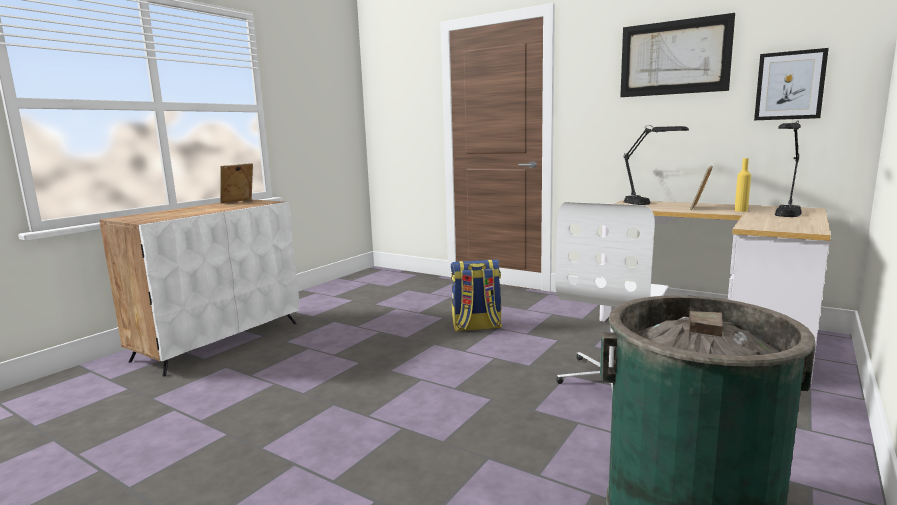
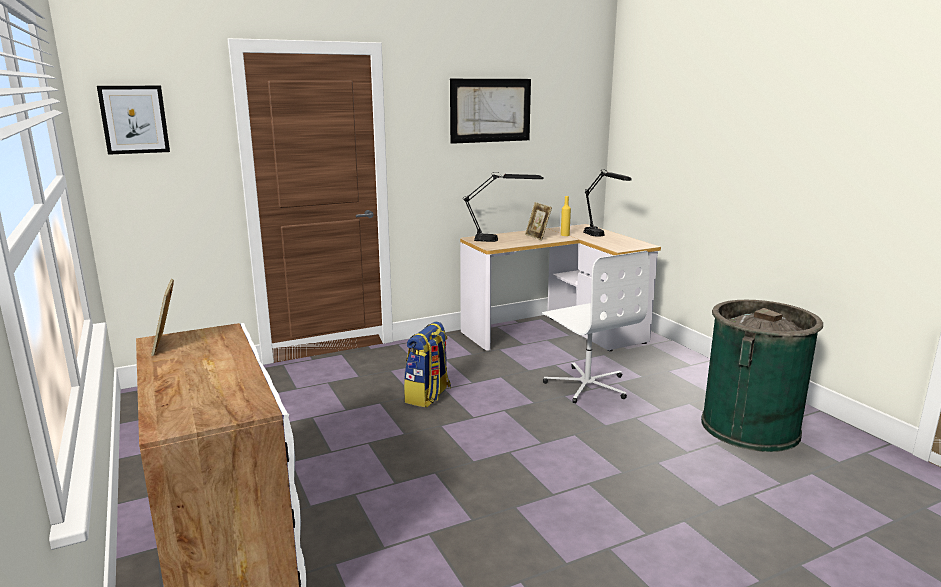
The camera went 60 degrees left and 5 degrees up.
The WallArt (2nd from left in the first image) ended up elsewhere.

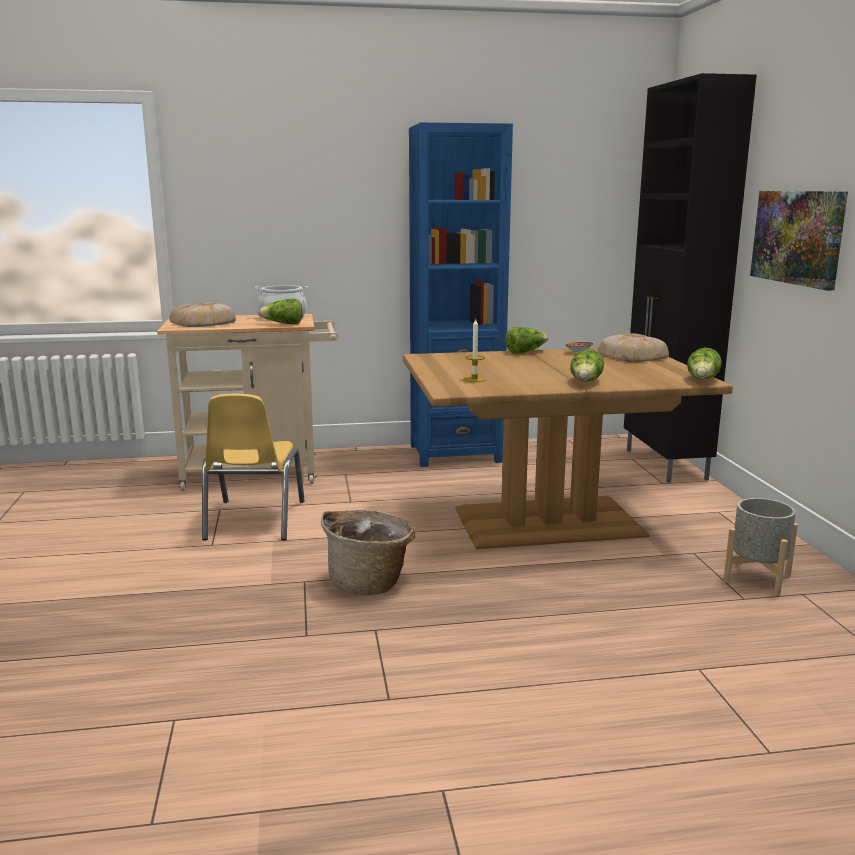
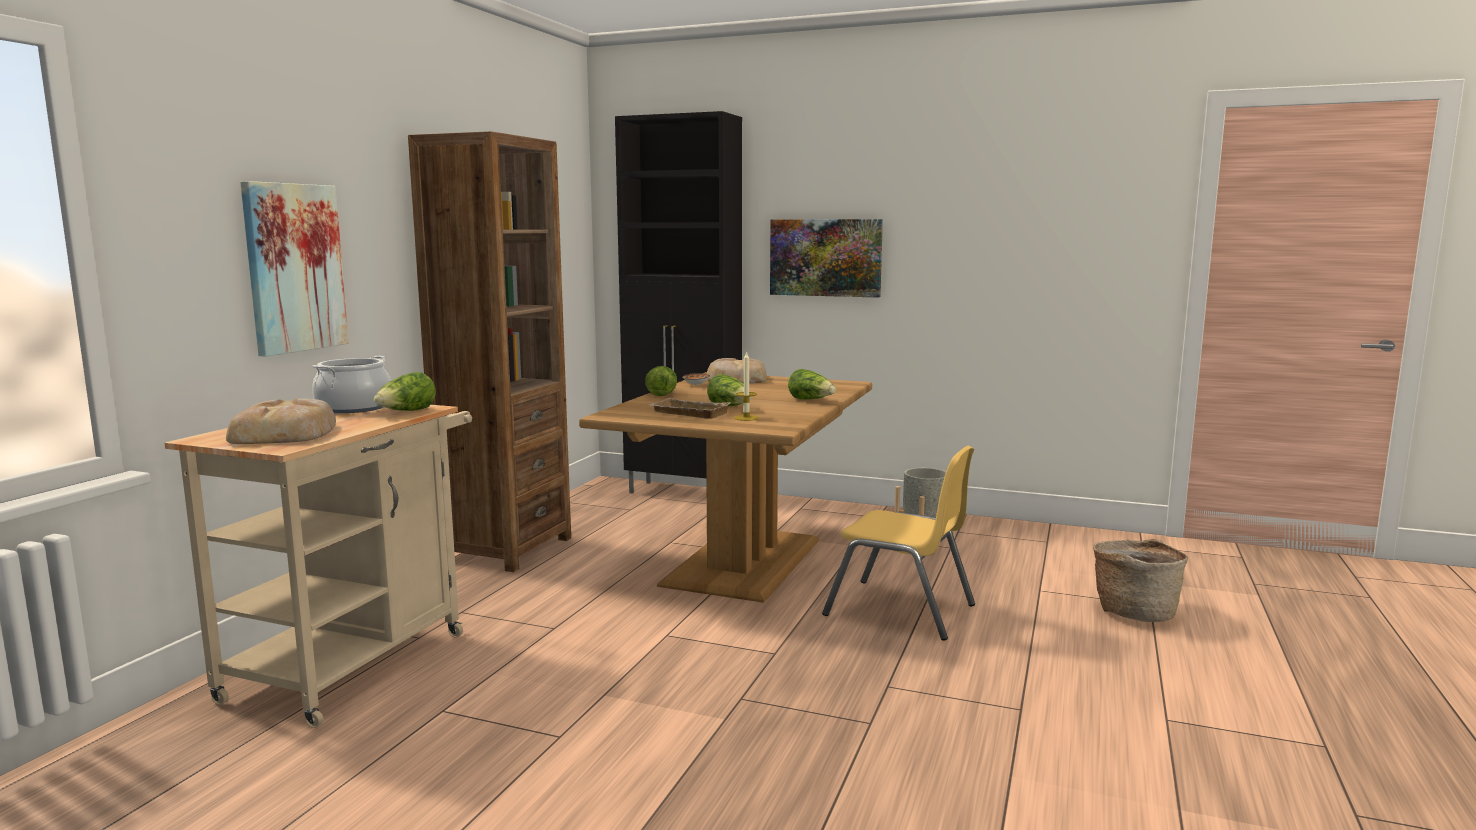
The camera went 60 degrees left and 5 degrees down.
The YellowColouredUprightChair ended up elsewhere.
The StorageBasket ended up elsewhere.
What was the BlueBookshelf turned into the BrownishBookshelf.
The Lettuce (4th from left in the first image) ended up elsewhere.
The second view gained the WallArt (1st from left).
The second view gained the BeigeColouredTray.

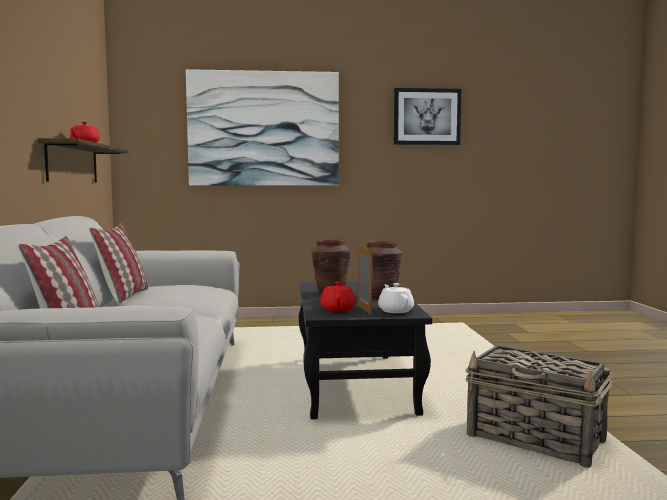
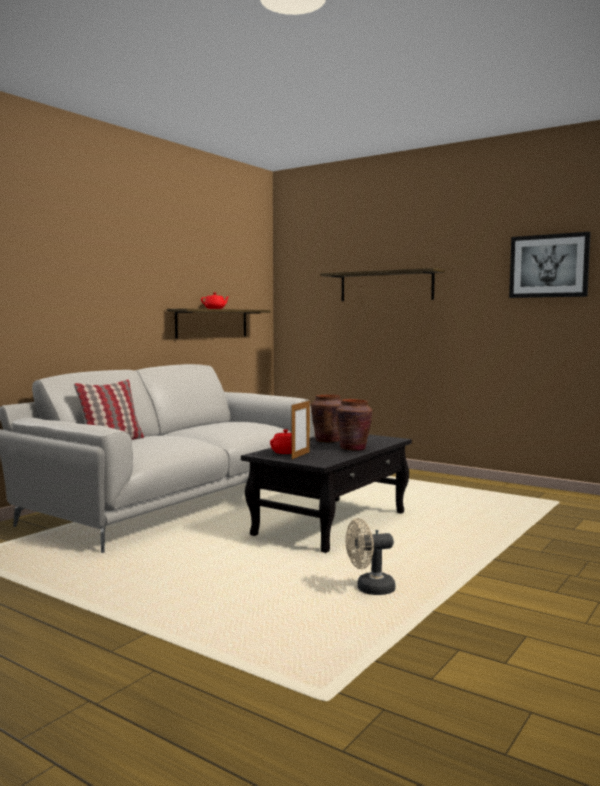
The camera went 40 degrees right and 0 degrees up.
The second view lost the Cushion (2nd from left).
Where the WallArt (1st from left) hung, the WallShelf (2nd from left) came to hang.
The second view lost the WhitishPotForTea.
Where the StorageBasket stood, the BeigeColouredFan came to stand.

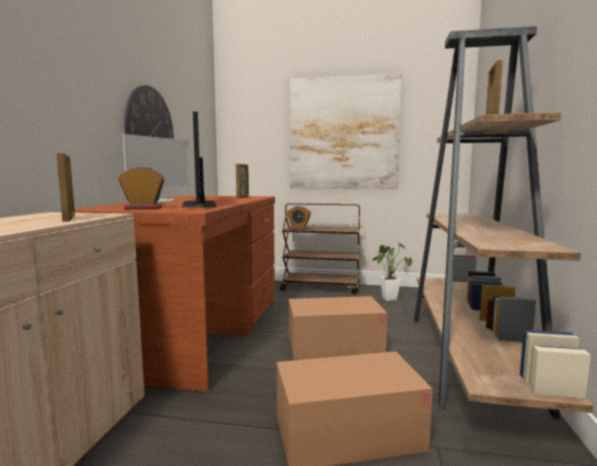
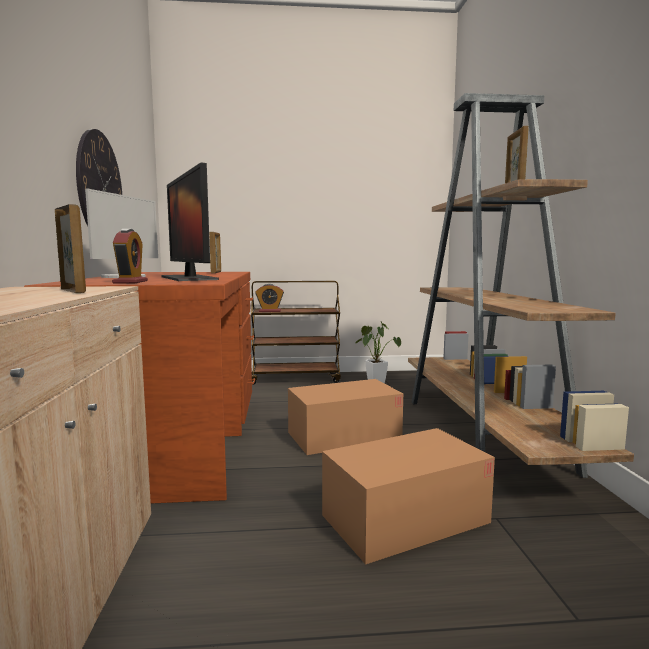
The camera went 15 degrees left and 0 degrees up.
The AlarmClock (1st from left) ended up facing another way, 105 degrees clockwise from before.
The second view lost the WallArt.

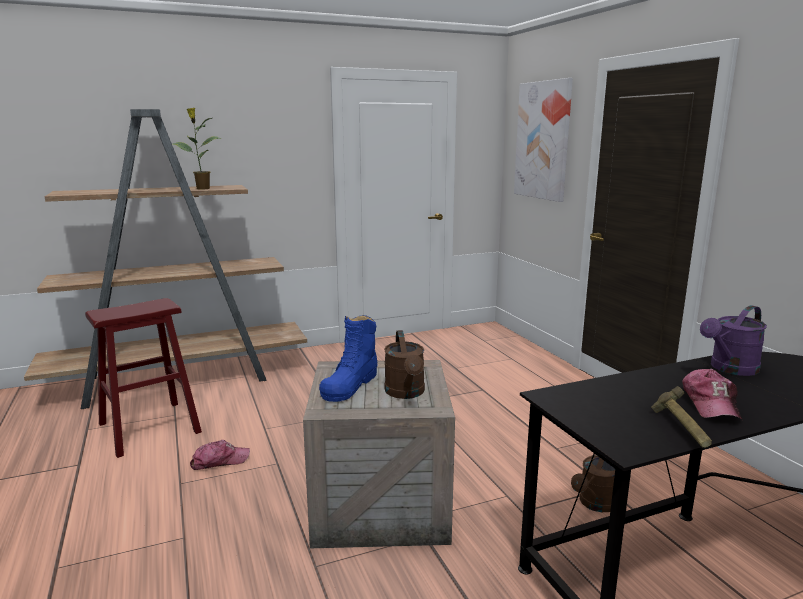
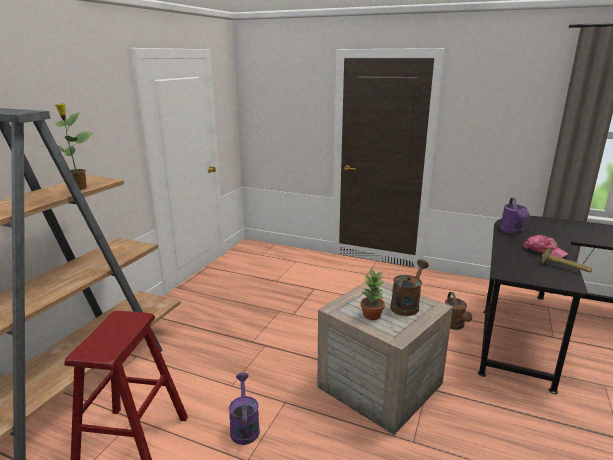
The camera went 45 degrees left and 5 degrees up.
Where the BaseballCap (1st from left) stood, the PurplishWateringCan (1st from left) came to stand.
Where the BlueBoot stood, the PottedPlant (2nd from left) came to stand.
The BrownishWateringCan (1st from left) ended up facing another way, 90 degrees counterclockwise from before.
The second view lost the WallArt.

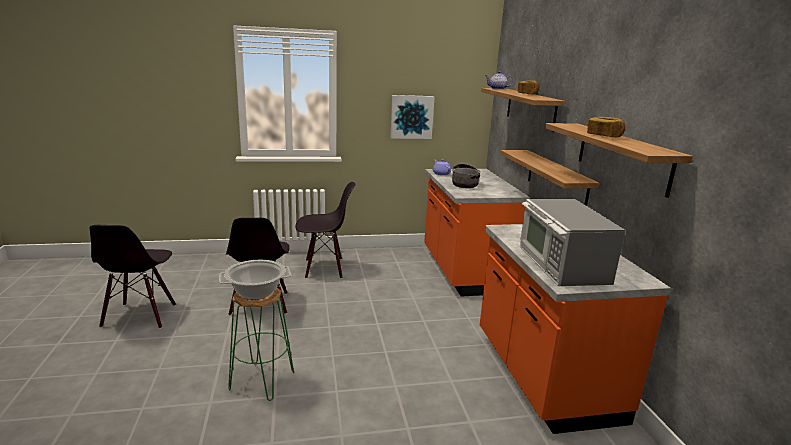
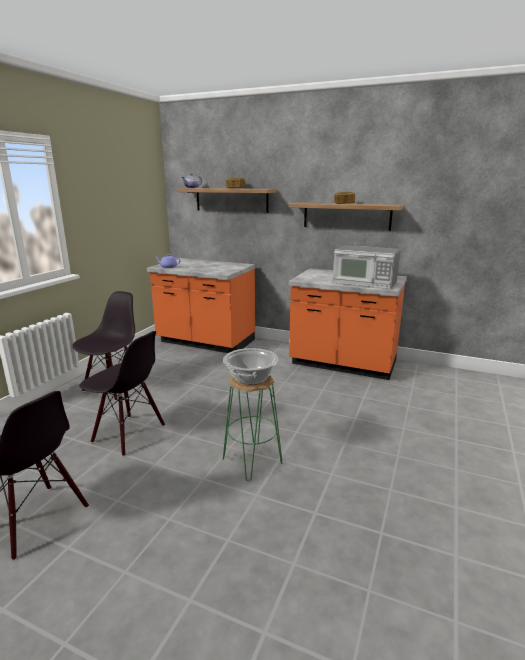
The camera went 55 degrees left and 0 degrees up.
The second view lost the WallArt.
The second view lost the Saucepot (2nd from left).
The second view lost the WallShelf (2nd from left).

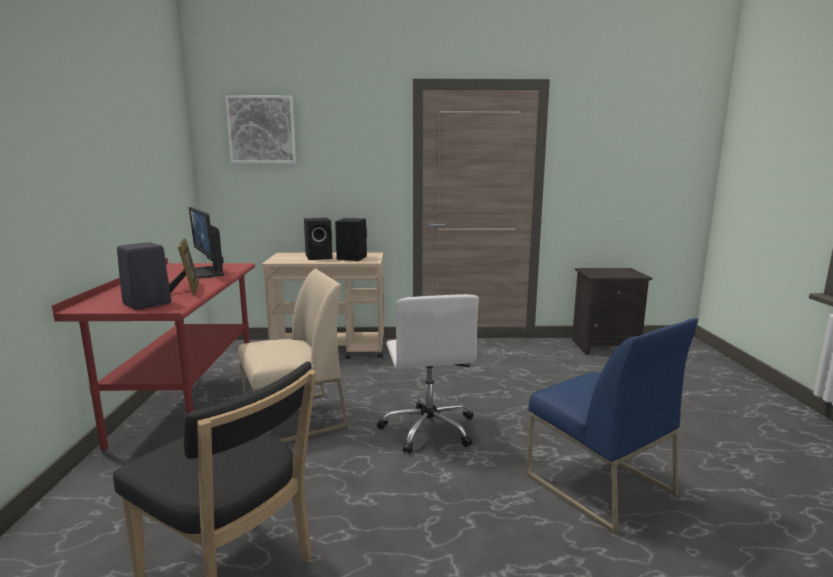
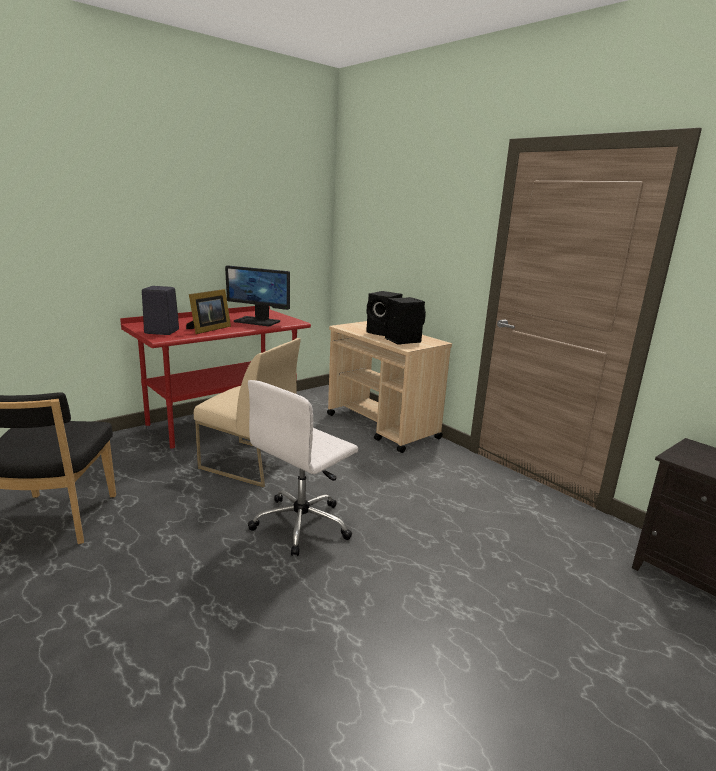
The camera went 50 degrees right and 5 degrees up.
The Monitor ended up facing another way, 90 degrees counterclockwise from before.
The second view lost the WallArt.
The second view lost the BlueUprightChair.

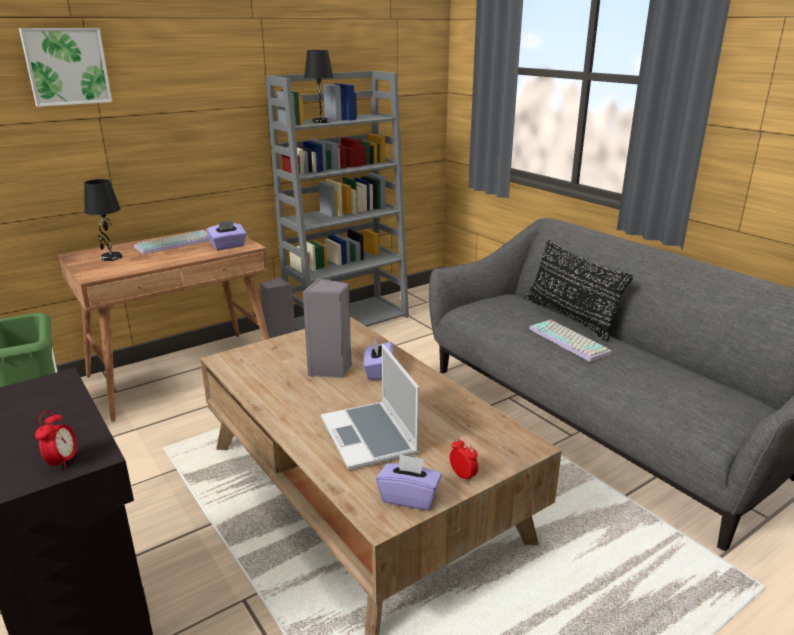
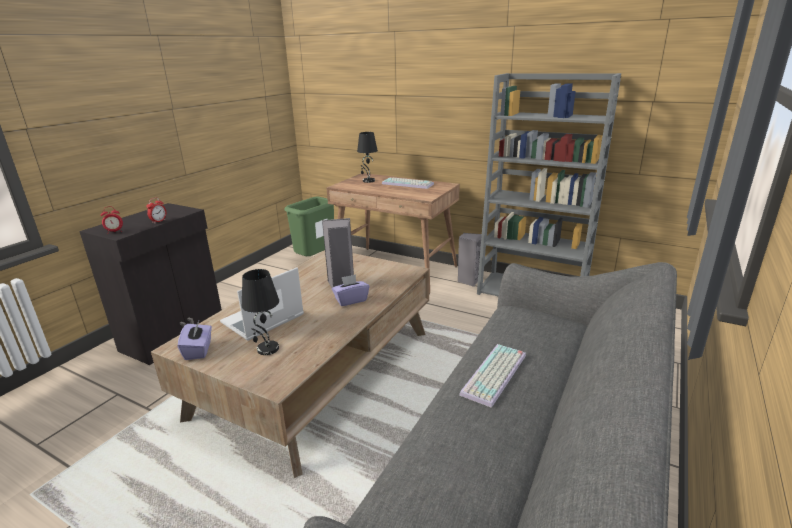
The camera went 65 degrees right and 0 degrees up.
The second view lost the WallArt.
The second view lost the PurplishTissueBox (1st from left).
The BlackLampForATable (2nd from left in the first image) ended up elsewhere.
The AlarmClock (2nd from left) ended up elsewhere.
The second view lost the BlackCushion.

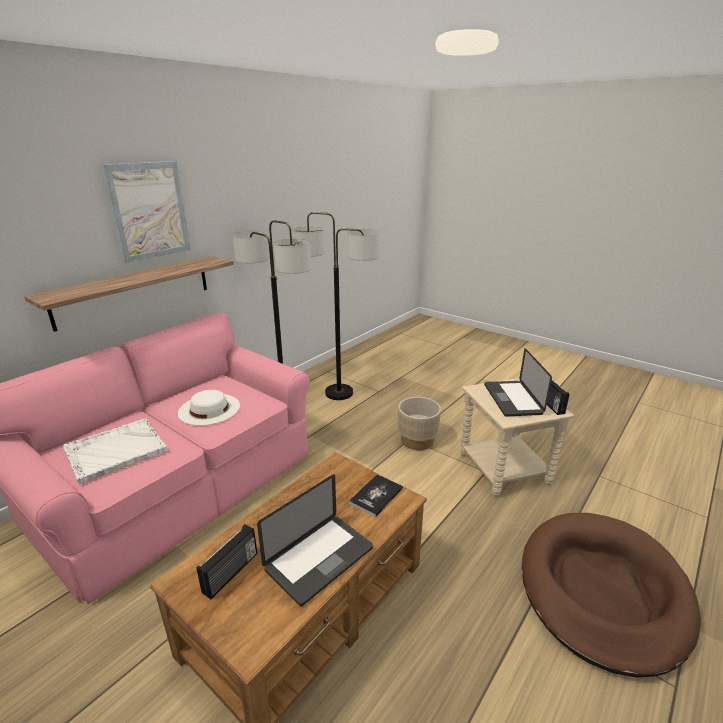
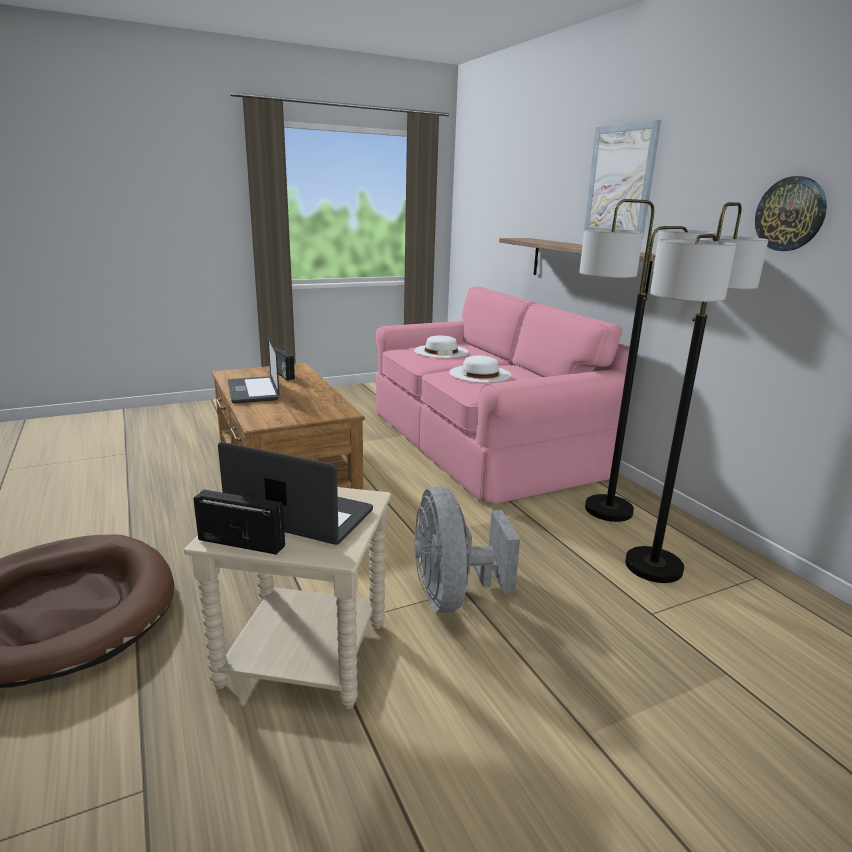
The camera went 115 degrees right and 5 degrees down.
Where the WhitishTray stood, the WhitishClothingHat (1st from left) came to stand.
The second view lost the Volume.
Where the BeigeColouredFlowerPot stood, the GreyFan came to stand.
The second view gained the ClockOnTheWall.

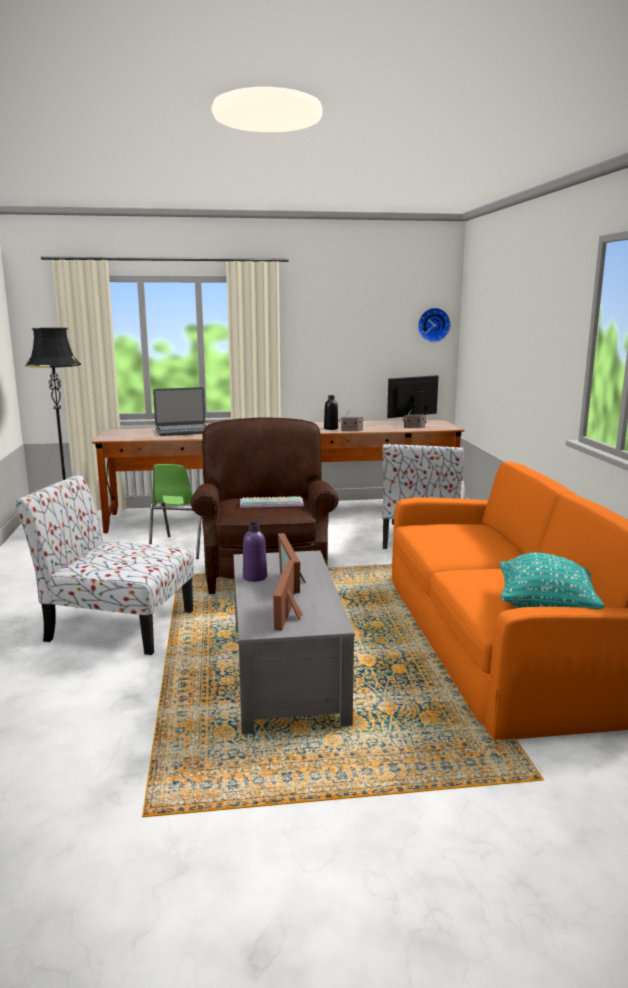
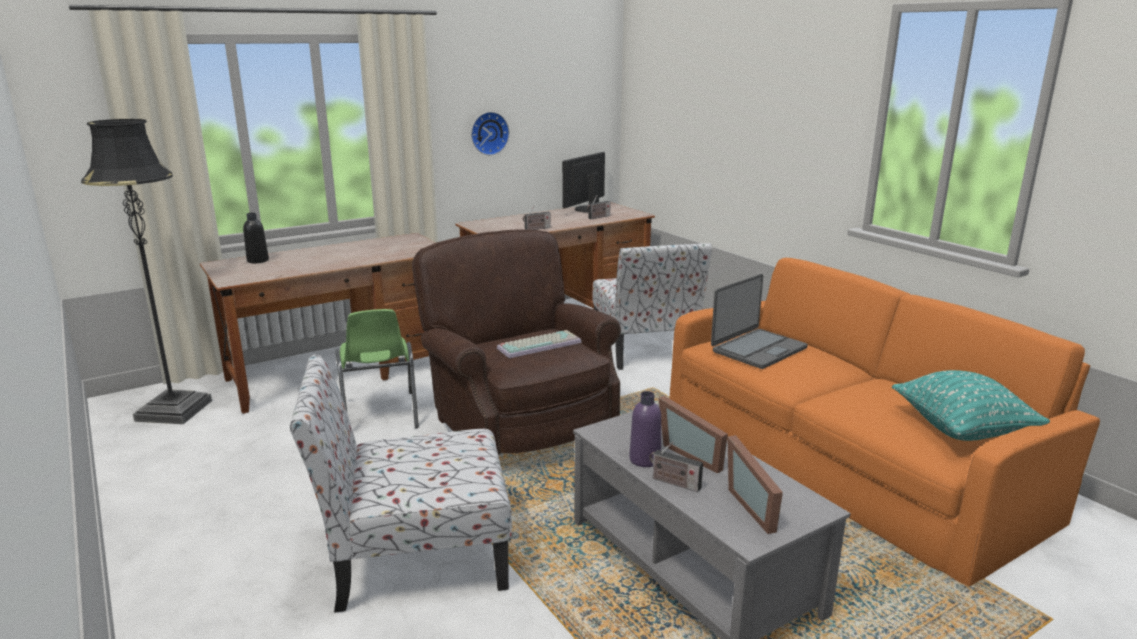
The camera went 25 degrees left and 5 degrees up.
The PortableComputer ended up elsewhere.
The BlackBeverageBottle ended up elsewhere.
The ClockOnTheWall ended up elsewhere.
The second view gained the Radio (3rd from left).

